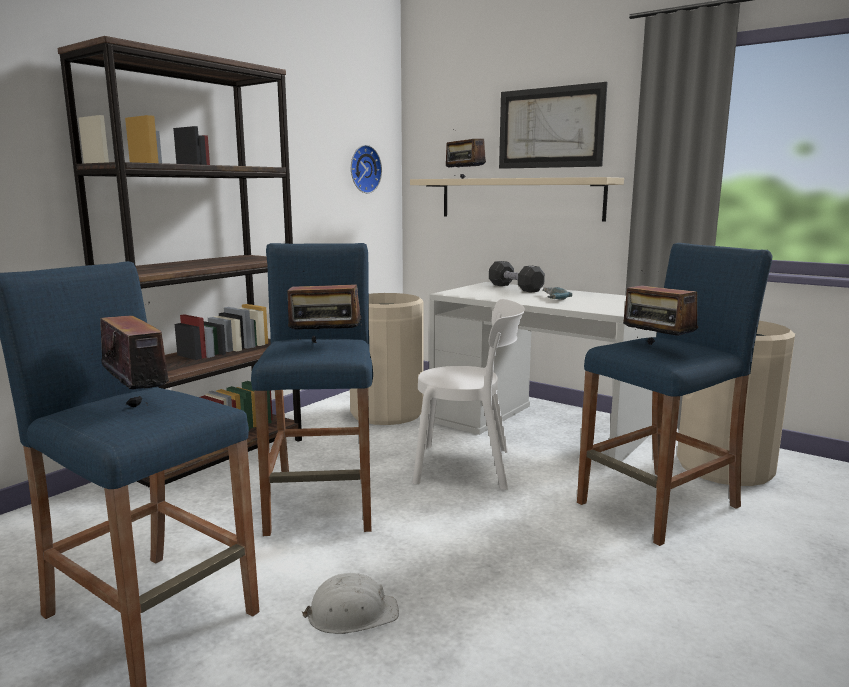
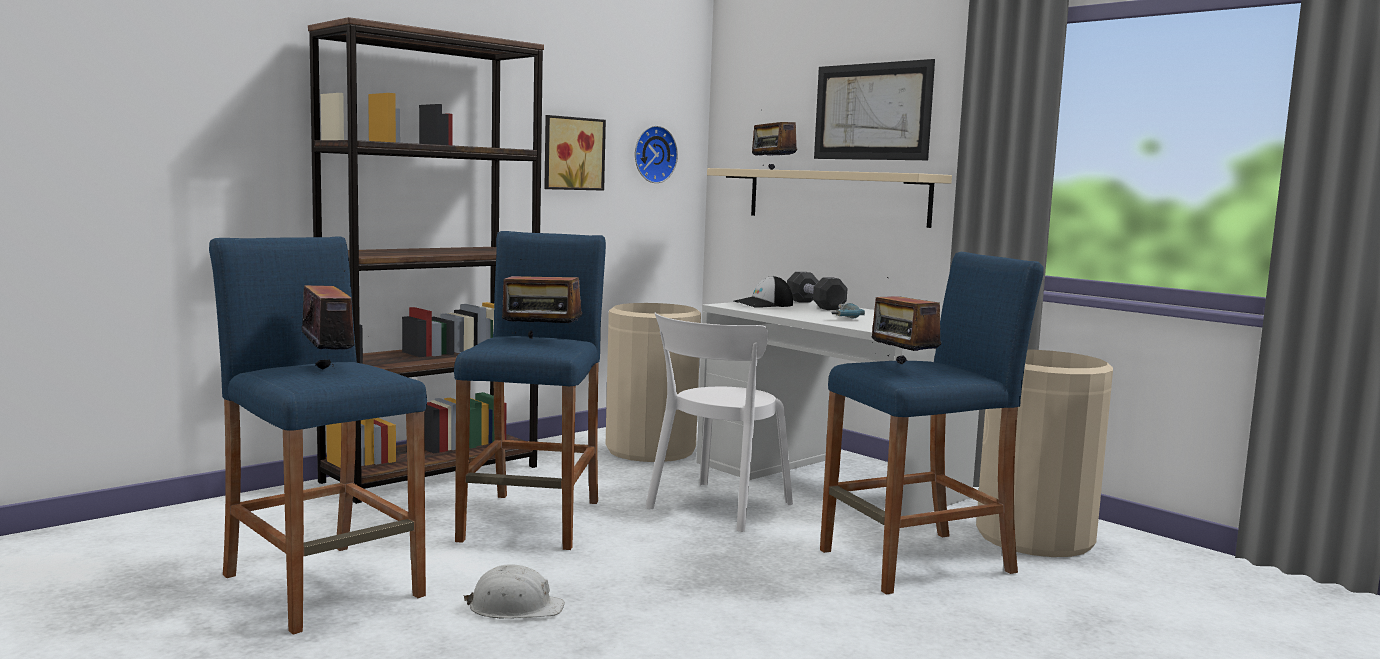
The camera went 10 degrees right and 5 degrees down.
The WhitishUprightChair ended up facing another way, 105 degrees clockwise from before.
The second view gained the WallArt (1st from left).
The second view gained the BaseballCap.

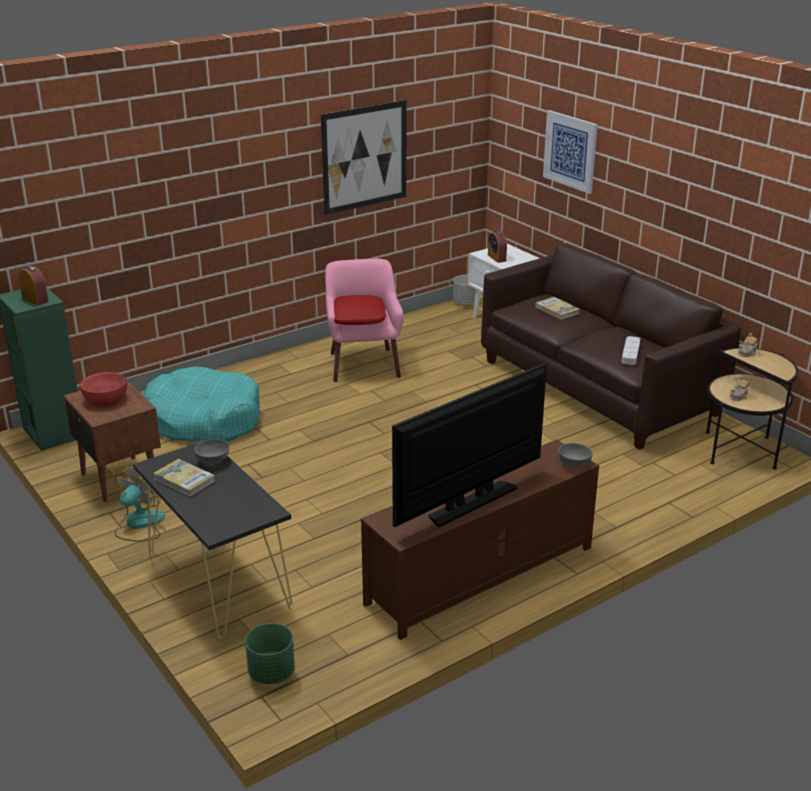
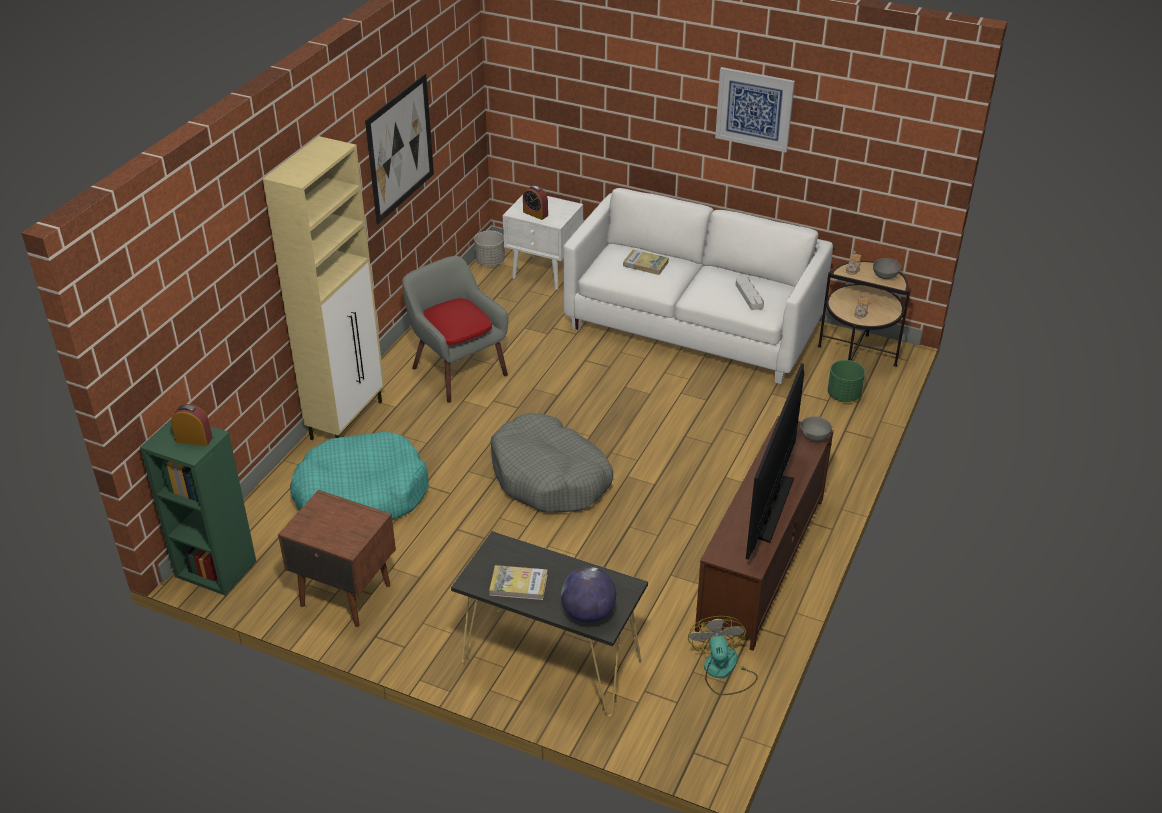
The camera went 30 degrees left and 10 degrees up.
The second view lost the ReddishBowl.
The Fan ended up elsewhere.
The GreyBowl (1st from left in the first image) ended up elsewhere.
The GreenFlowerPot ended up elsewhere.
What was the PinkArmchair turned into the GreyArmchair.
What was the BrownishSofa turned into the WhitishSofa.
The WallArt (2nd from left) ended up elsewhere.
The second view gained the BeigeColouredCupboard.
The second view gained the GreyDogCushion.
The second view gained the WorldGlobe.

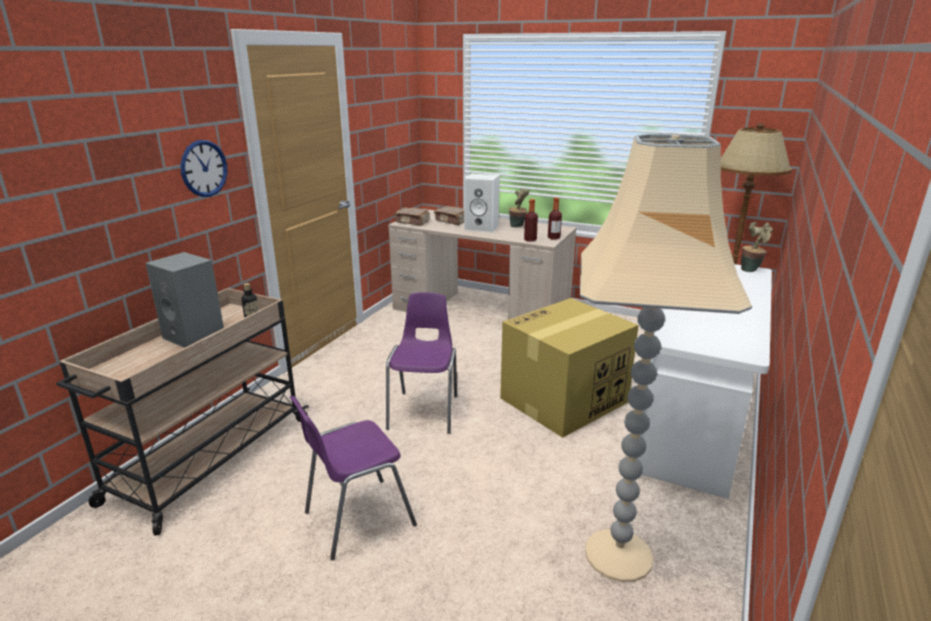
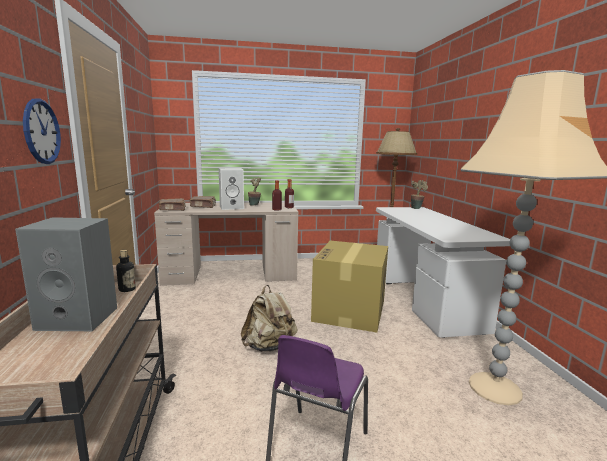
The camera went 35 degrees left and 10 degrees down.
Where the PurplishUprightChair (2nd from left) stood, the BeigeColouredRucksack came to stand.

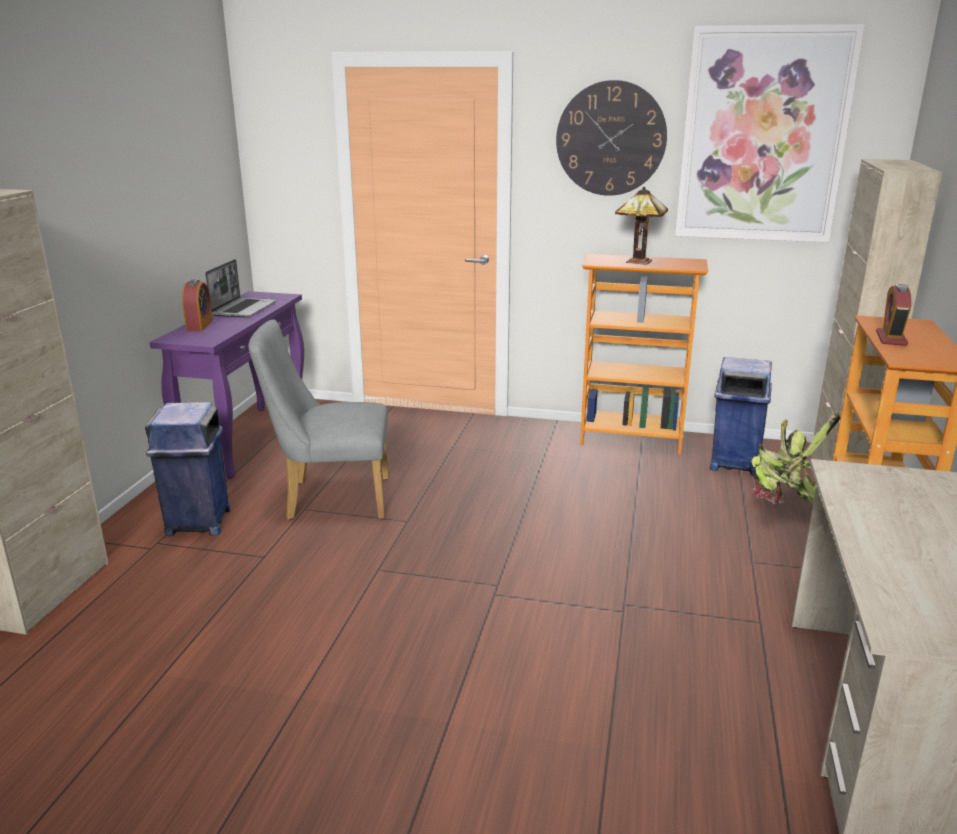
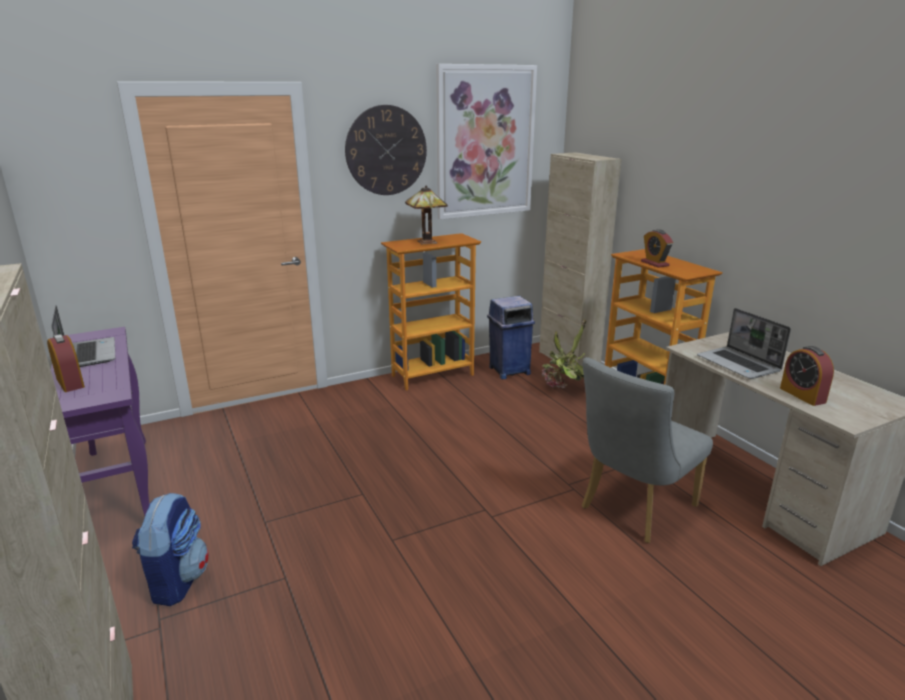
The camera went 40 degrees left and 0 degrees up.
Where the BlueWasteBin (1st from left) stood, the Rucksack came to stand.
The GreyUprightChair ended up elsewhere.
The second view gained the PortableComputer (2nd from left).
The second view gained the AlarmClock (3rd from left).

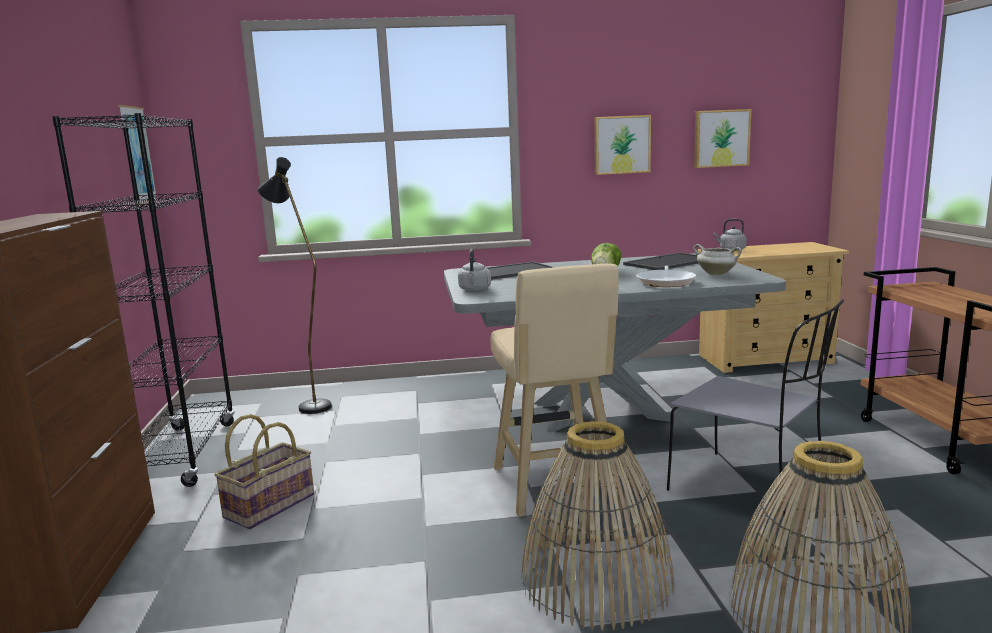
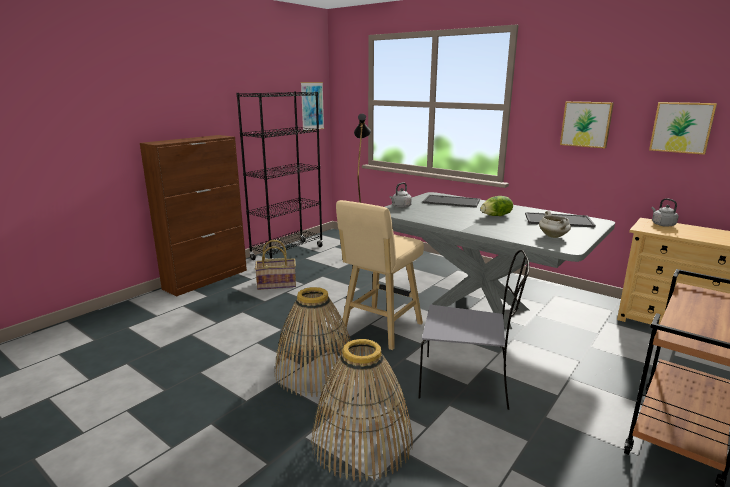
The camera went 45 degrees right and 5 degrees up.
The second view lost the FryingPan.
The GreyUprightChair ended up facing another way, 75 degrees counterclockwise from before.

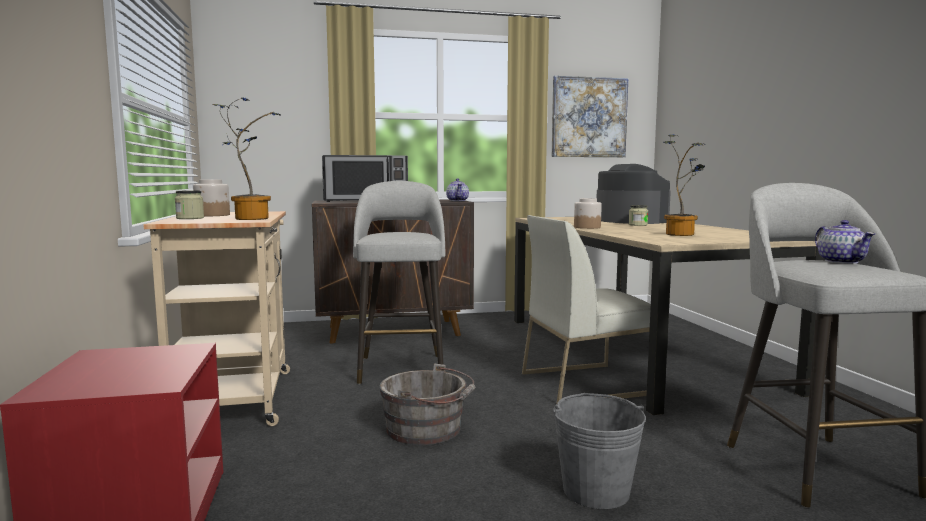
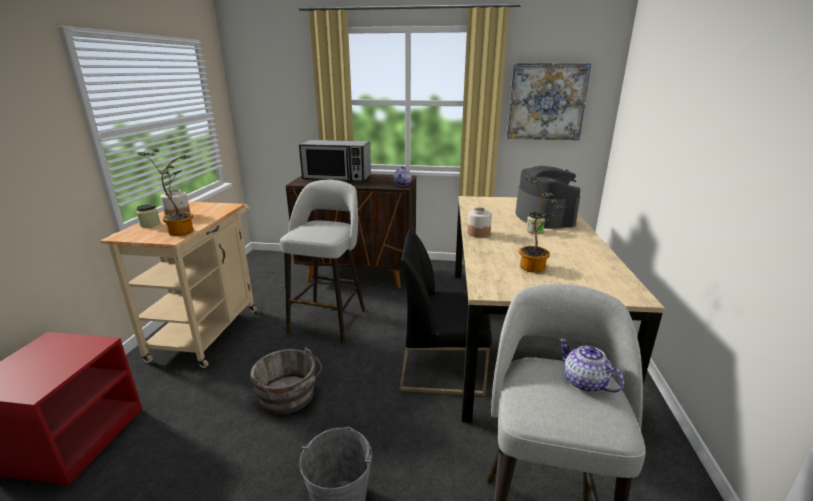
The camera went 20 degrees right and 15 degrees up.
What was the WhitishUprightChair turned into the BlackUprightChair.
The PotForTea (2nd from left) ended up facing another way, 135 degrees clockwise from before.

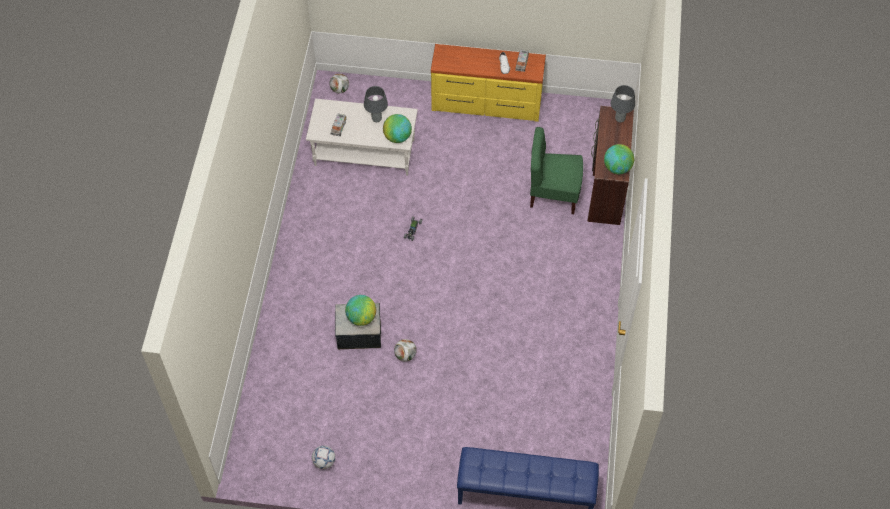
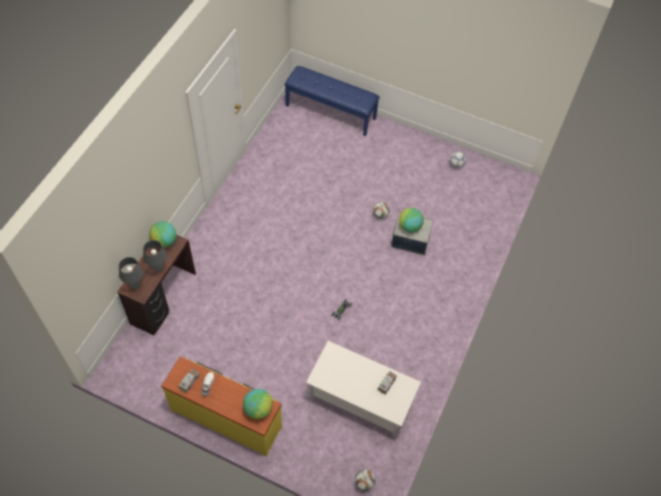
The camera went 165 degrees left and 0 degrees up.
The GreyLampForATable (1st from left in the first image) ended up elsewhere.
The WorldGlobe (2nd from left) ended up elsewhere.
The second view lost the GreenUprightChair.

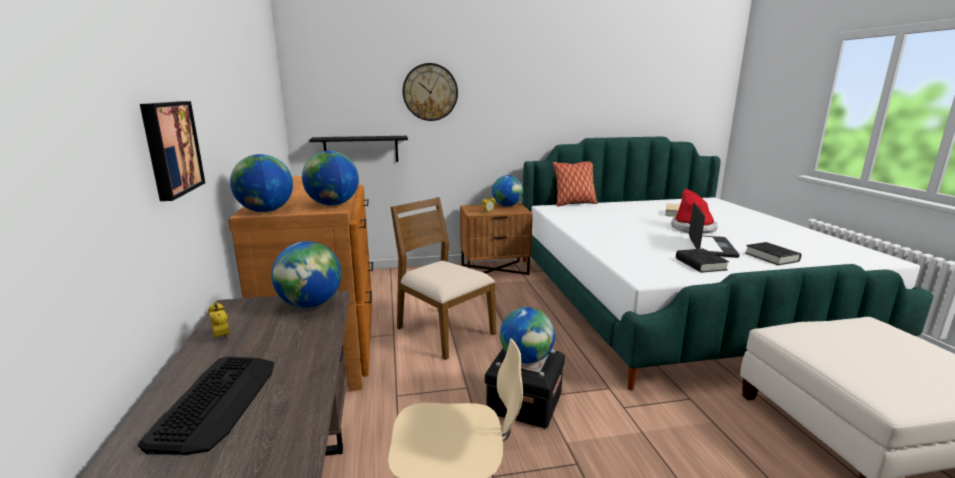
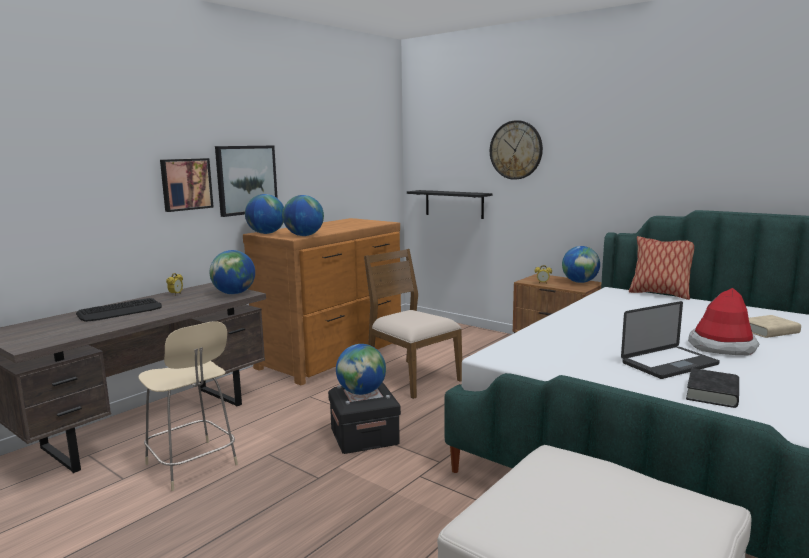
The camera went 50 degrees right and 5 degrees down.
The BrownishUprightChair ended up facing another way, 45 degrees counterclockwise from before.
The second view lost the BlackVolume (1st from left).
The second view gained the WallArt (2nd from left).

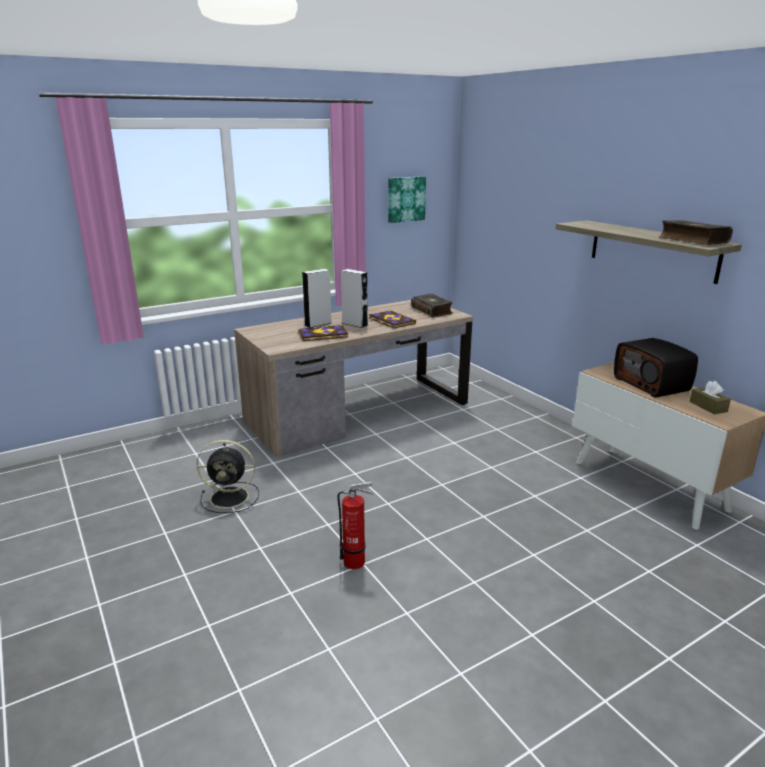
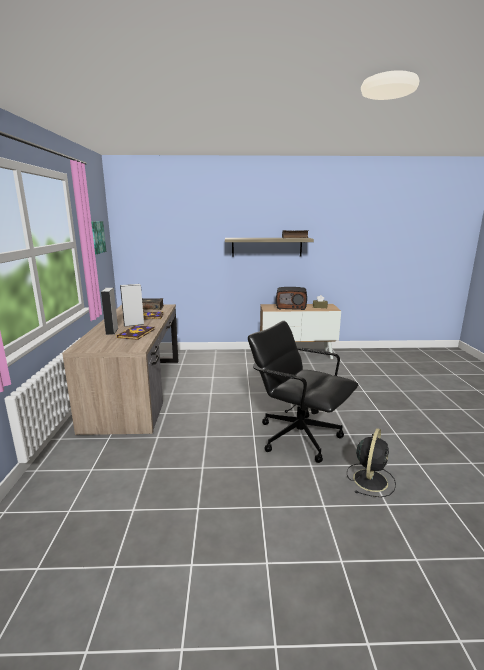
The camera went 60 degrees left and 5 degrees down.
The BlackFan ended up elsewhere.
Where the Extinguisher stood, the BlackDeskChair came to stand.

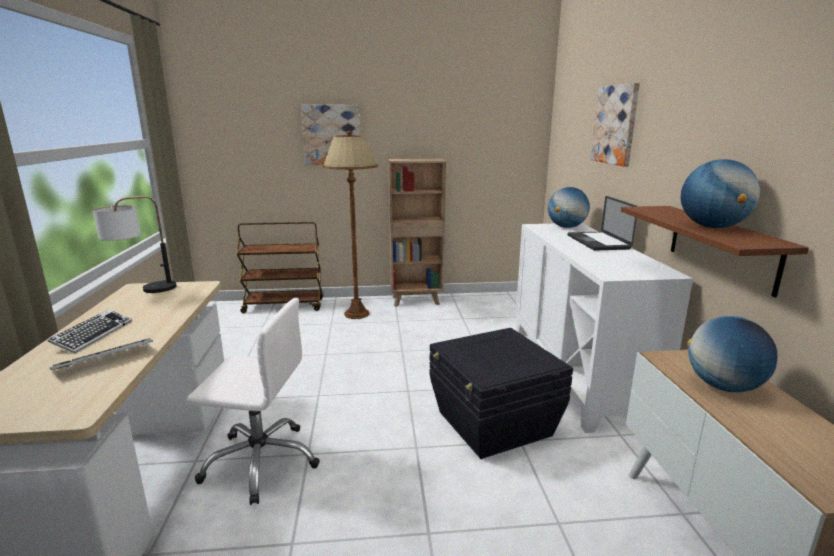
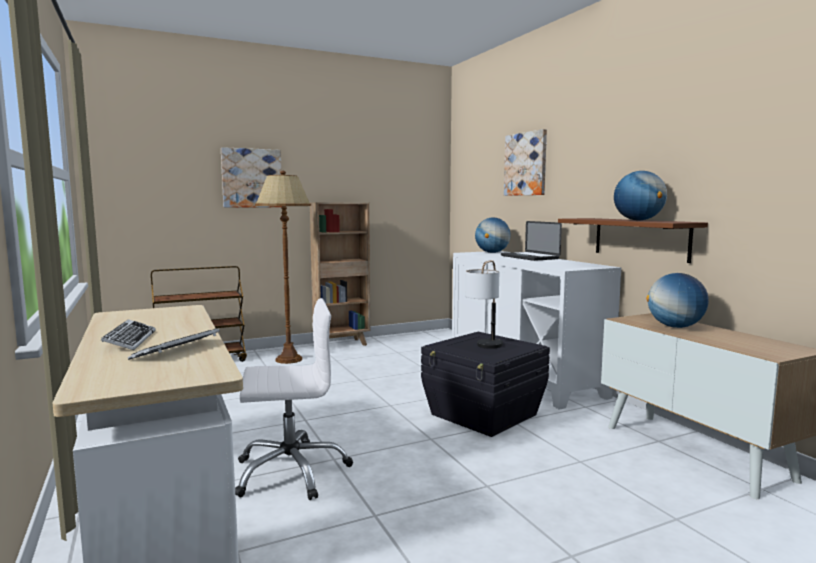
The camera went 20 degrees left and 10 degrees down.
The LampForATable ended up elsewhere.

